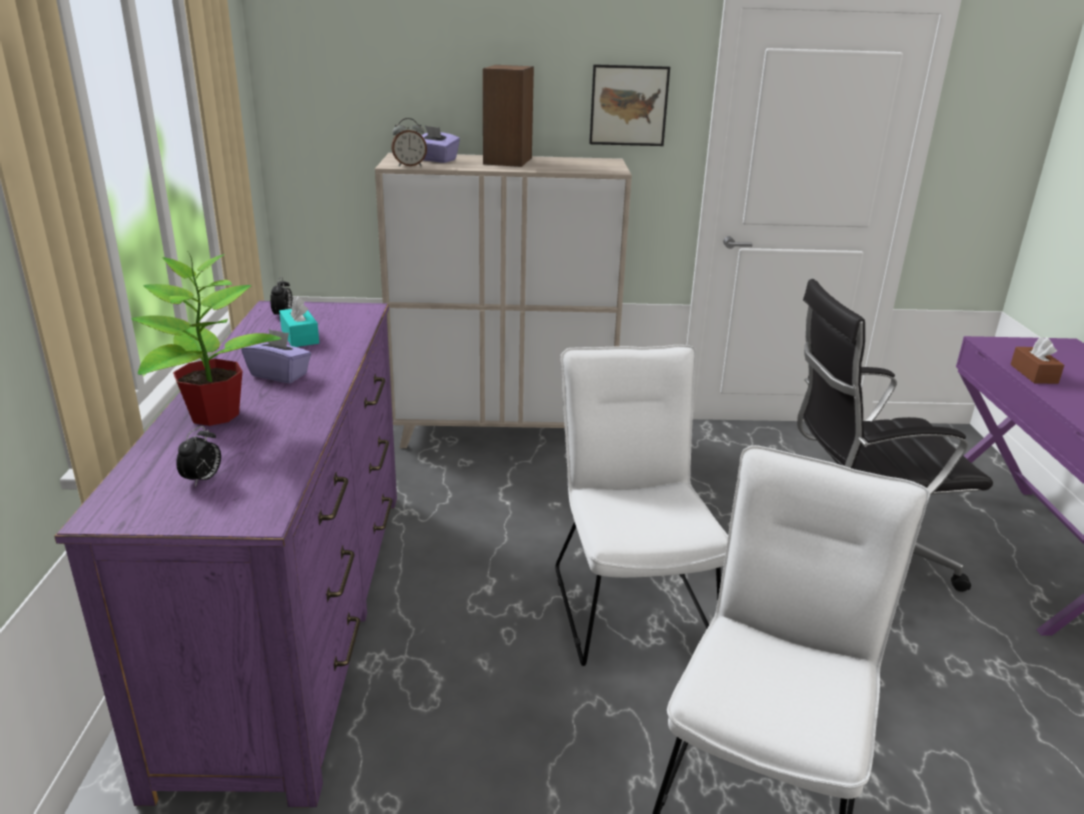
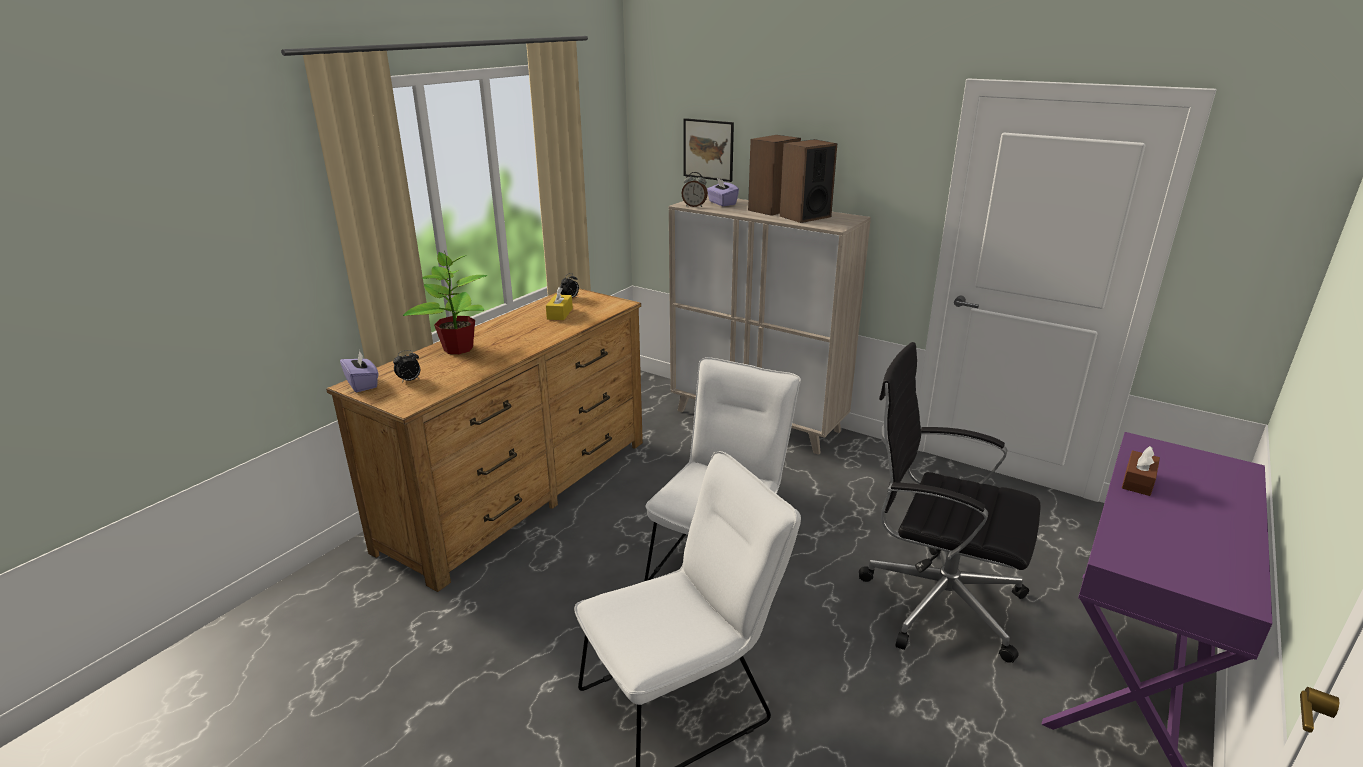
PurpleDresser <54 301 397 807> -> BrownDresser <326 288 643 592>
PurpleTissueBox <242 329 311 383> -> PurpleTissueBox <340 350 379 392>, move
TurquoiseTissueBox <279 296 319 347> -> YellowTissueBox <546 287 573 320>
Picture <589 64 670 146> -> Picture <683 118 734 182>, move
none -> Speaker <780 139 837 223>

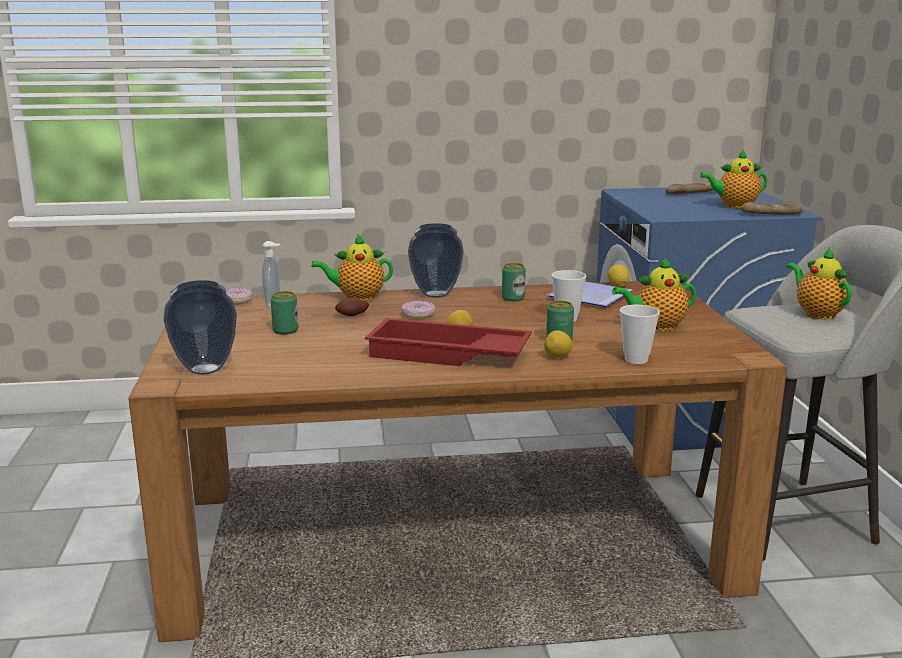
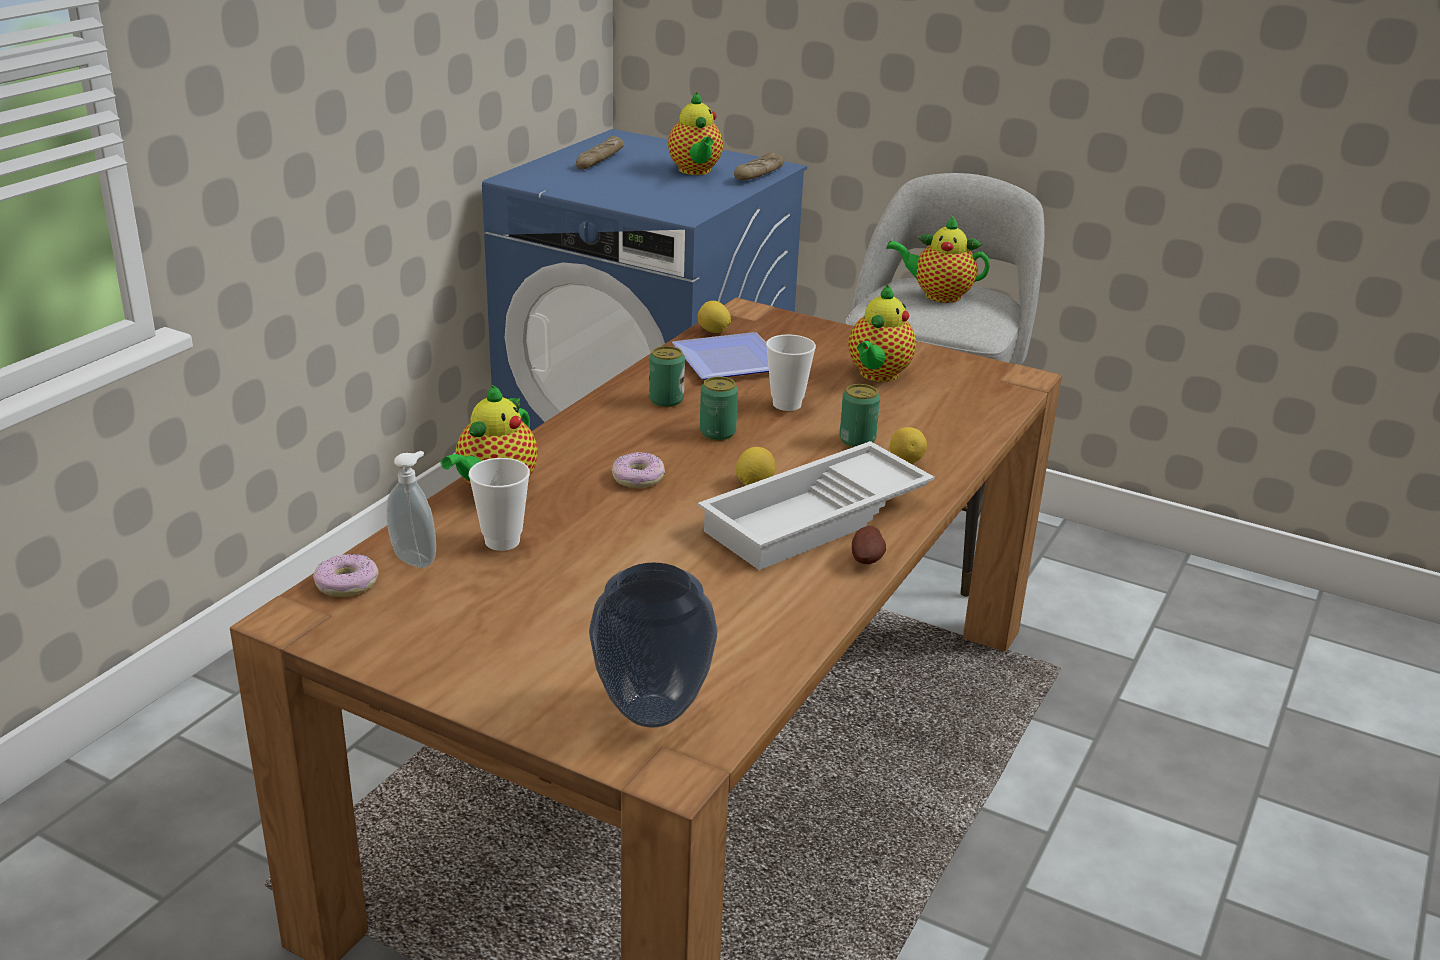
Can <271 291 298 335> -> Can <700 377 738 441>, move
Potato <335 298 369 316> -> Potato <852 526 886 564>, move
RedTray <365 318 532 366> -> WhiteTray <698 441 935 570>
Vase <408 223 464 298> -> none
Cup <620 305 660 364> -> Cup <468 458 530 551>, move
Teapot <699 150 768 209> -> Teapot <668 92 723 175>, 45 degrees counterclockwise

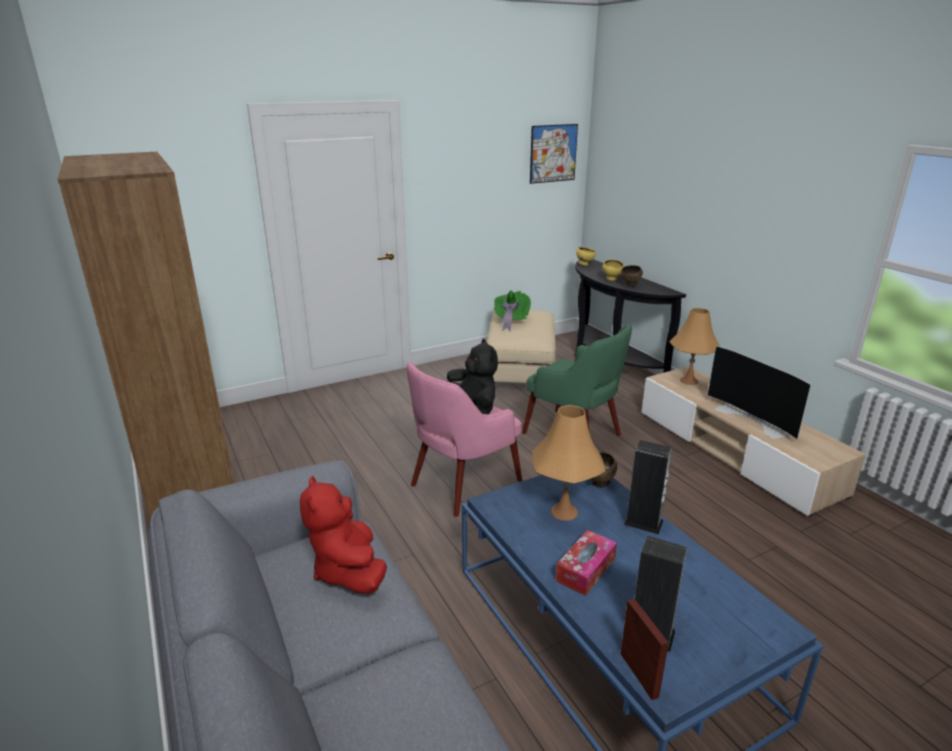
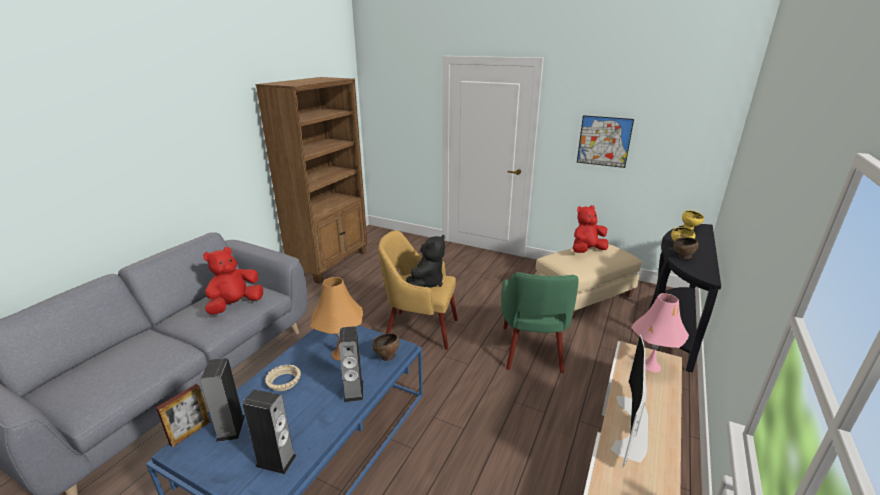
PinkArmchair <406 362 522 517> -> YellowArmchair <378 230 458 350>
GreenHat <494 290 531 331> -> RedPlushToy <573 205 608 253>
Picture <530 124 578 184> -> Picture <577 115 634 168>, move
TissueBox <556 530 617 596> -> BeigeBowl <265 365 301 391>
OrangeTableLamp <669 308 720 385> -> PinkTableLamp <631 293 689 372>
none -> Speaker <243 389 297 474>

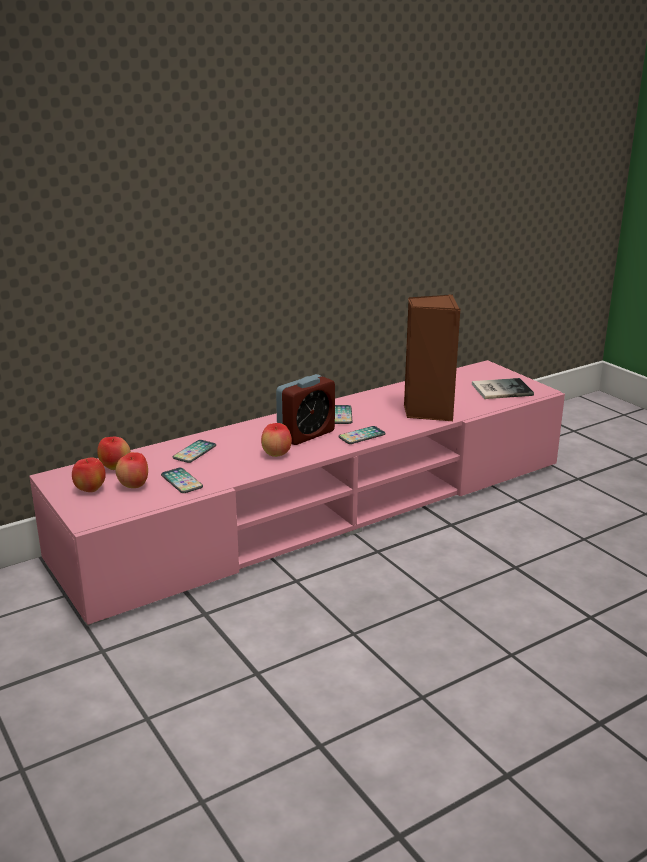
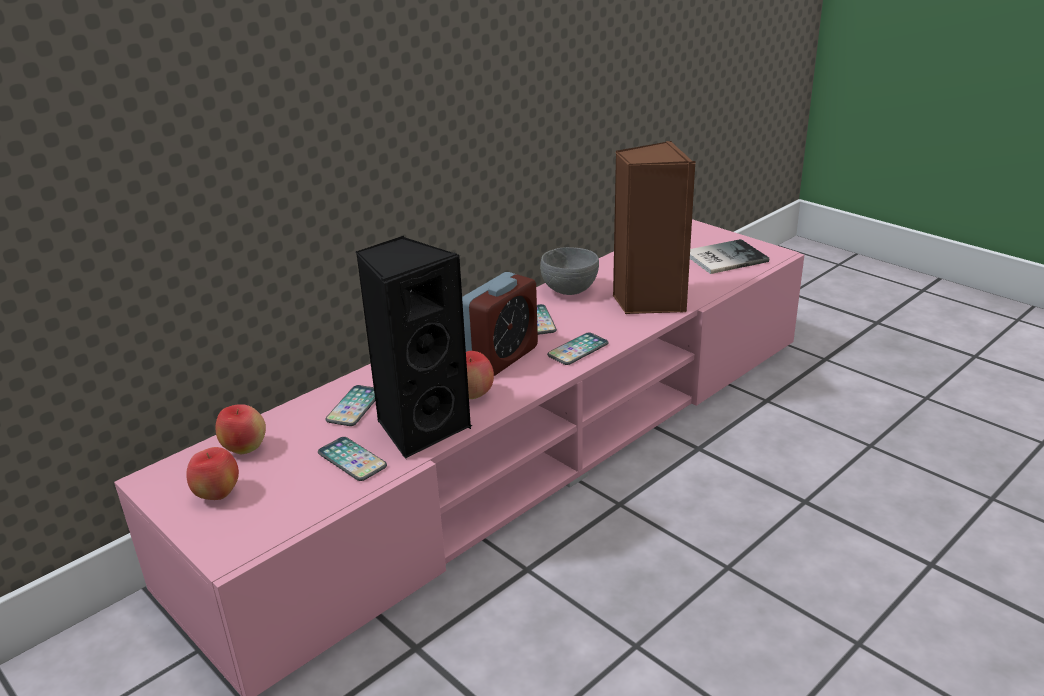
Apple <116 452 148 488> -> none
none -> BlackSpeaker <355 236 473 458>
none -> GreyBowl <540 247 599 295>

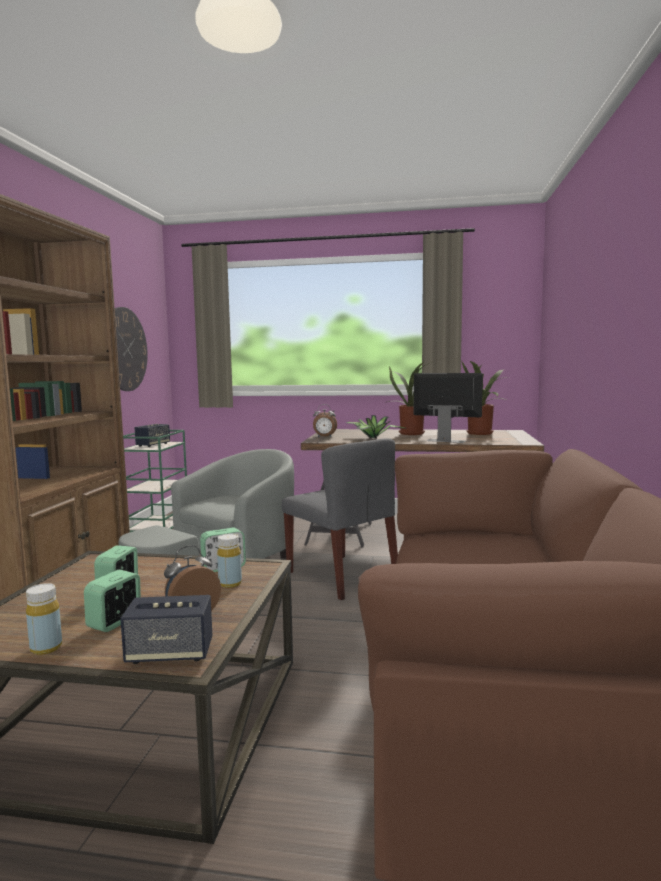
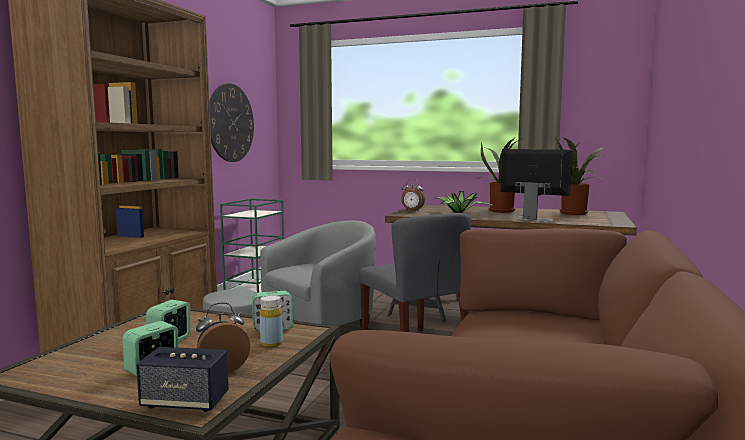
YellowBottle <26 583 62 655> -> none
Speaker <134 424 170 447> -> none

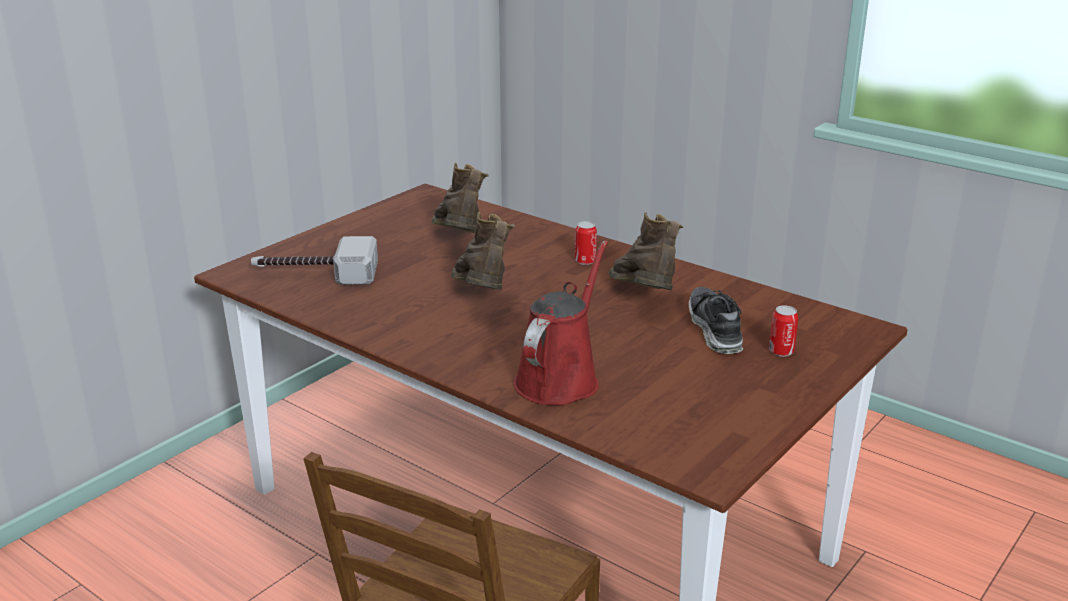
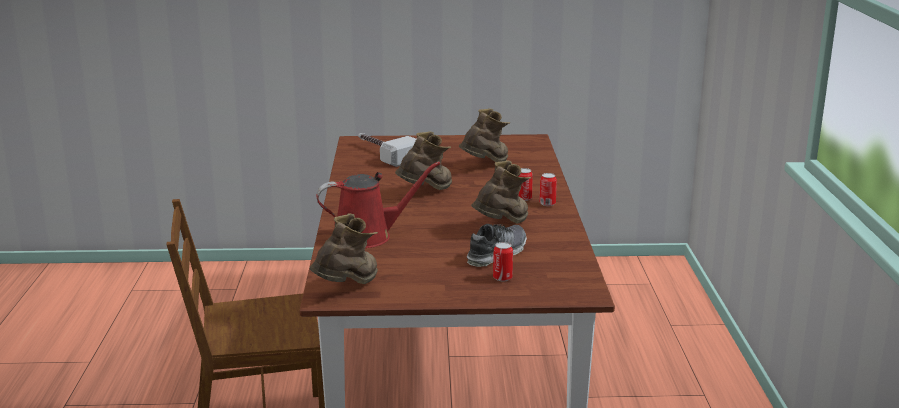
none -> BrownBoot <309 213 378 284>
none -> Can <539 173 557 206>

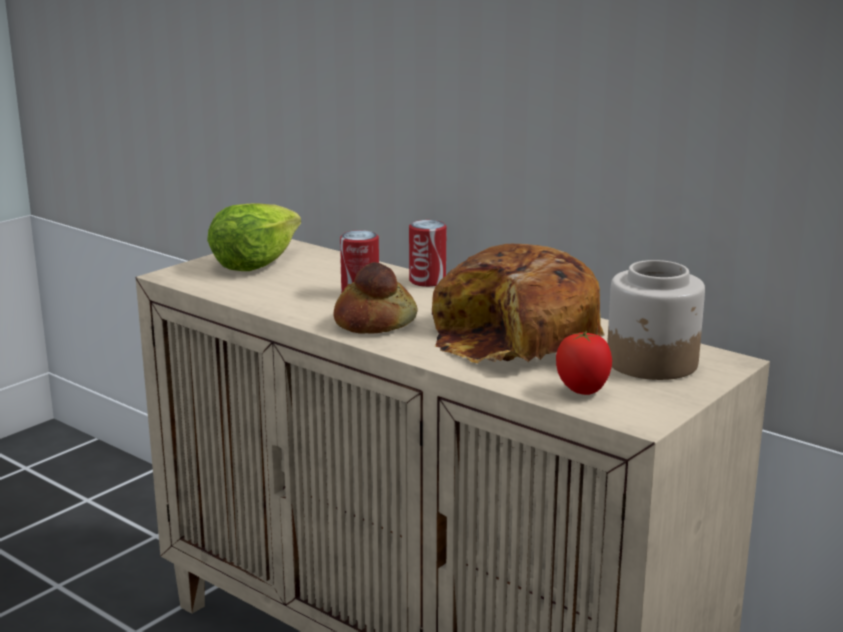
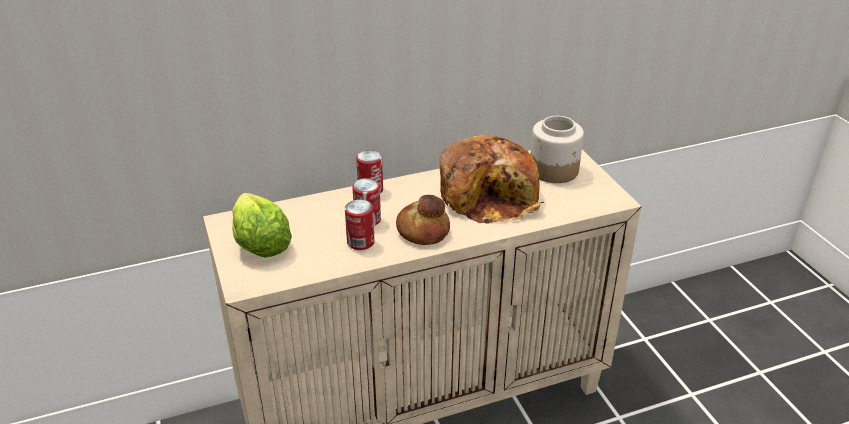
Tomato <556 331 612 395> -> none
none -> Can <345 199 375 250>

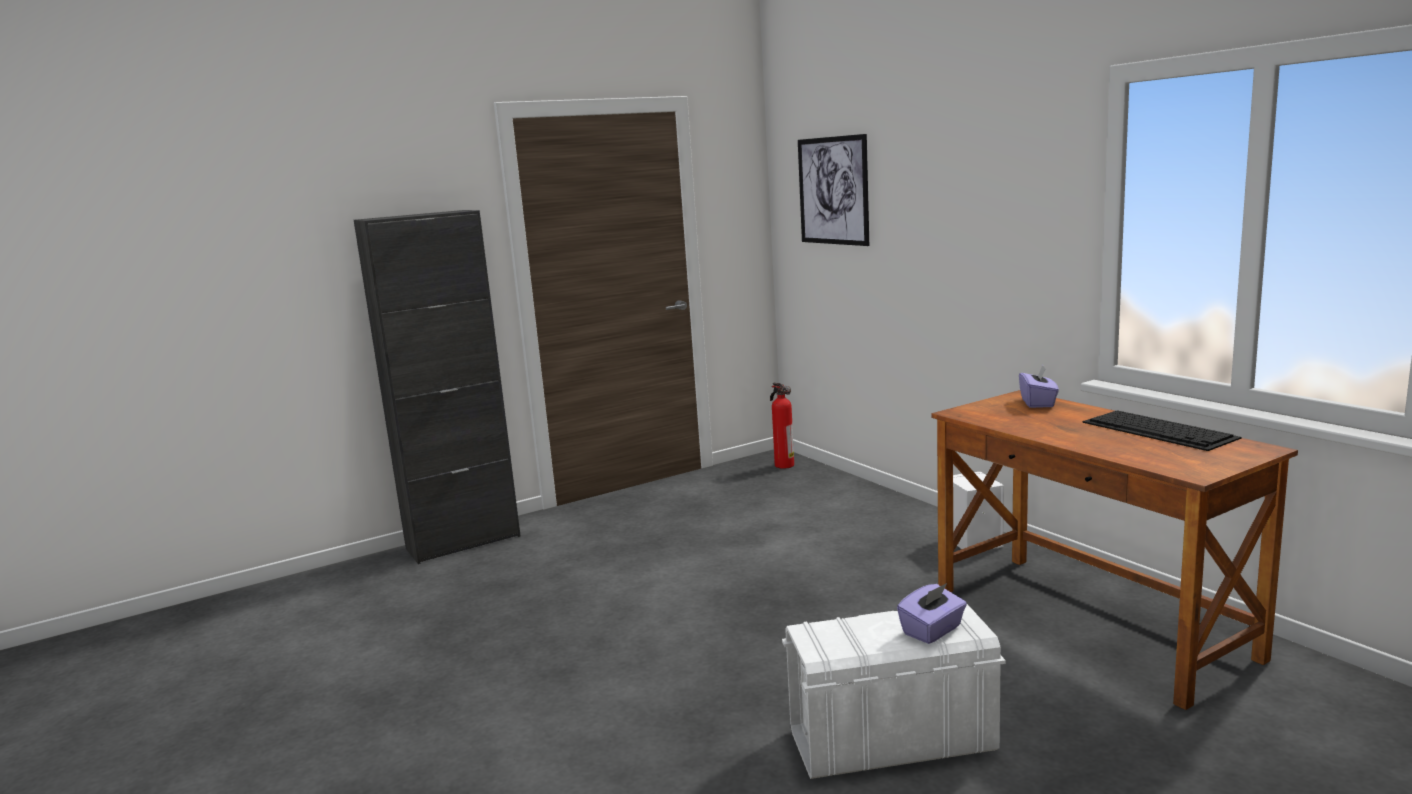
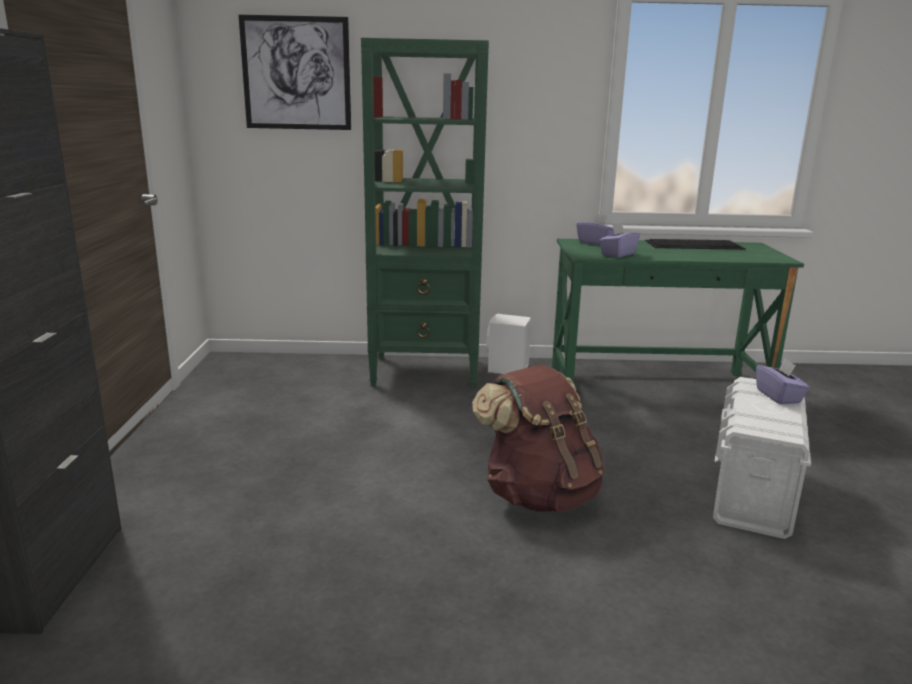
FireExtinguisher <770 382 794 469> -> none
BrownDesk <931 390 1298 710> -> GreenDesk <552 239 804 383>
none -> GreenBookcase <361 38 489 388>
none -> BrownBackpack <472 364 605 512>
none -> PurpleTissueBox <599 223 640 258>

